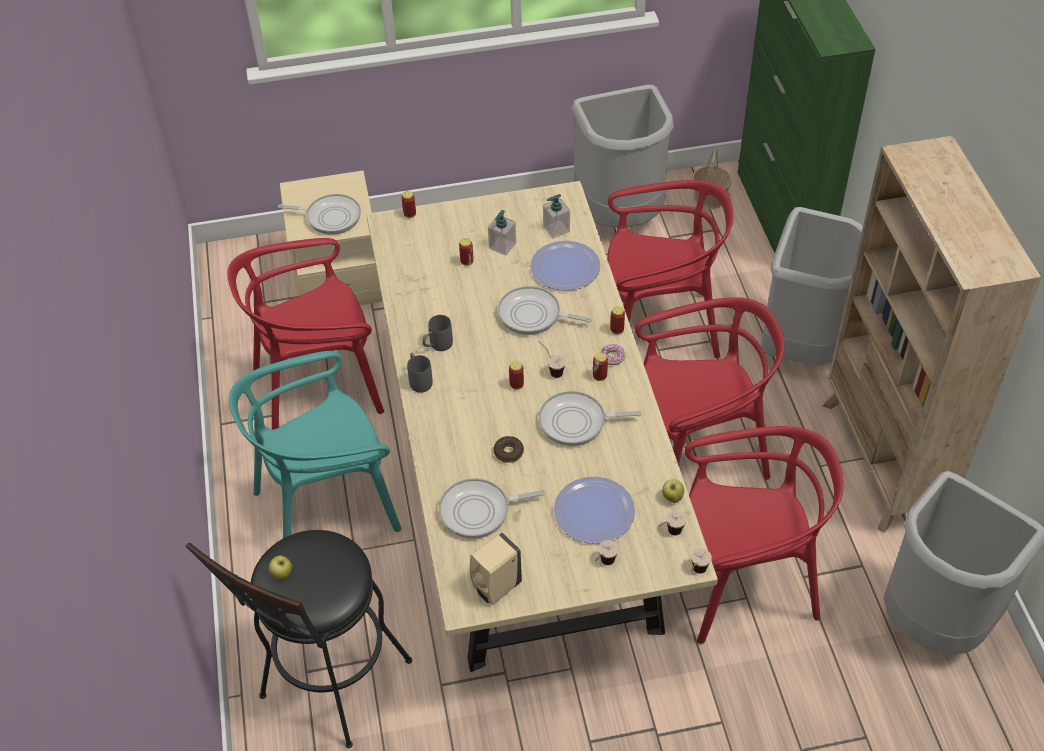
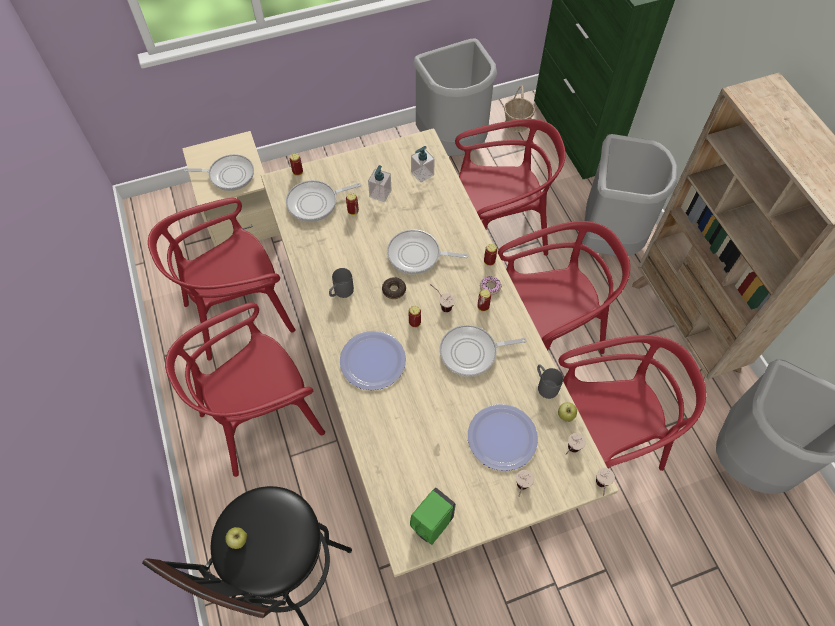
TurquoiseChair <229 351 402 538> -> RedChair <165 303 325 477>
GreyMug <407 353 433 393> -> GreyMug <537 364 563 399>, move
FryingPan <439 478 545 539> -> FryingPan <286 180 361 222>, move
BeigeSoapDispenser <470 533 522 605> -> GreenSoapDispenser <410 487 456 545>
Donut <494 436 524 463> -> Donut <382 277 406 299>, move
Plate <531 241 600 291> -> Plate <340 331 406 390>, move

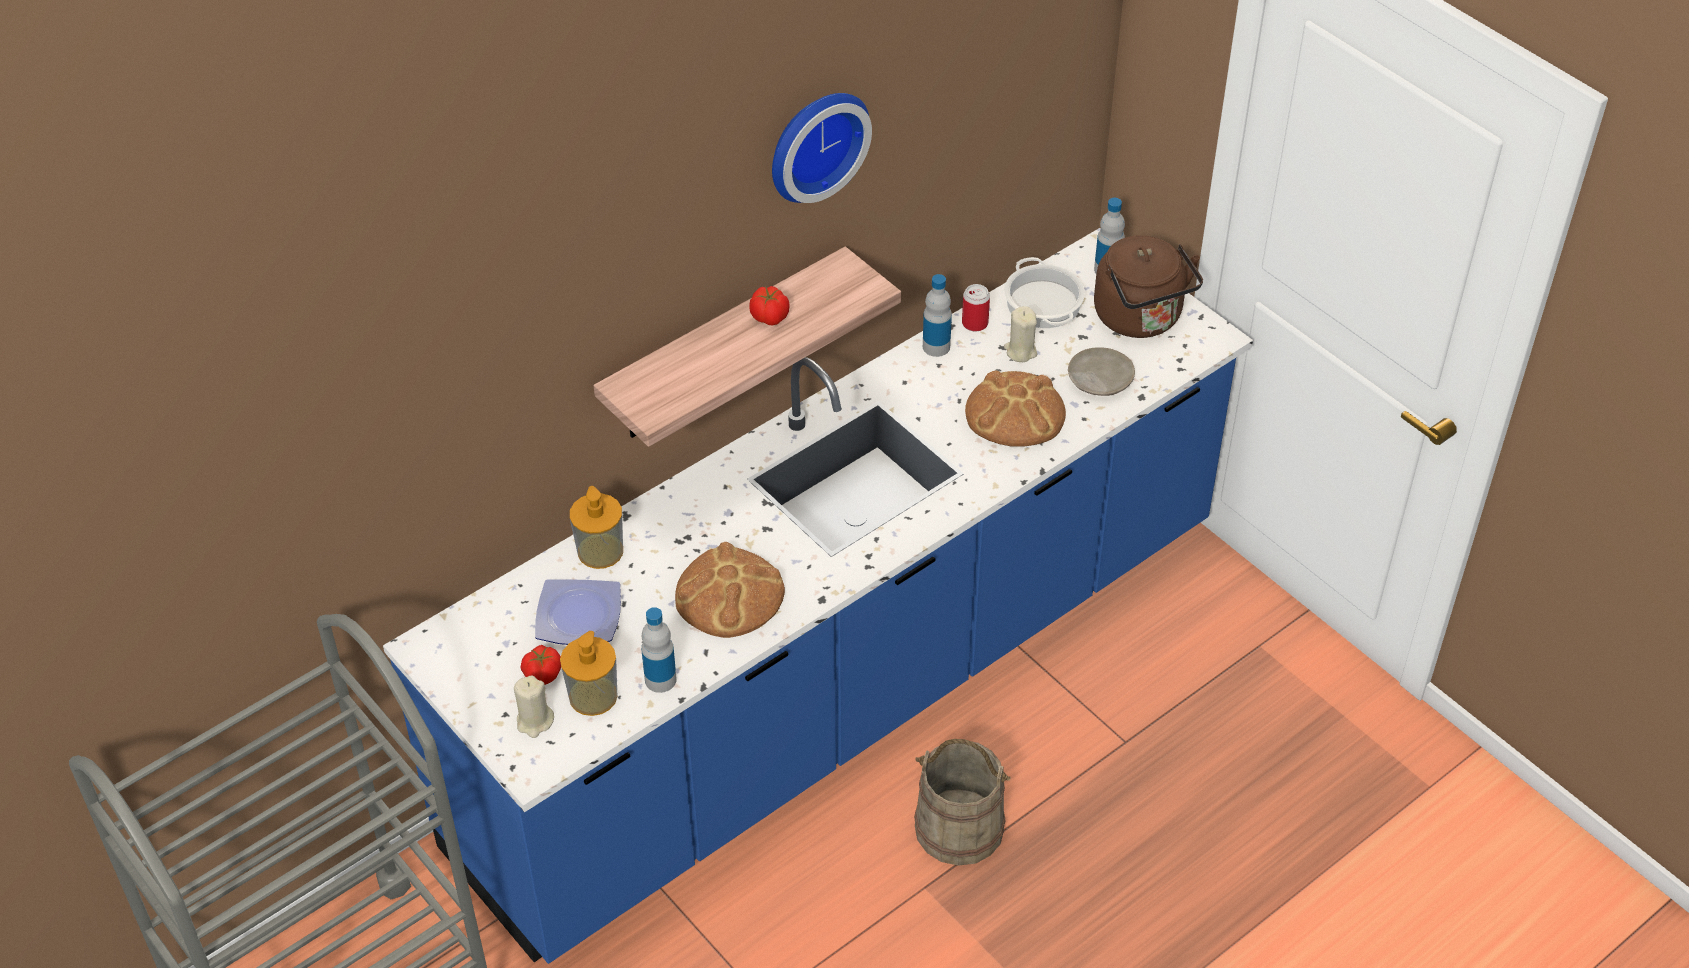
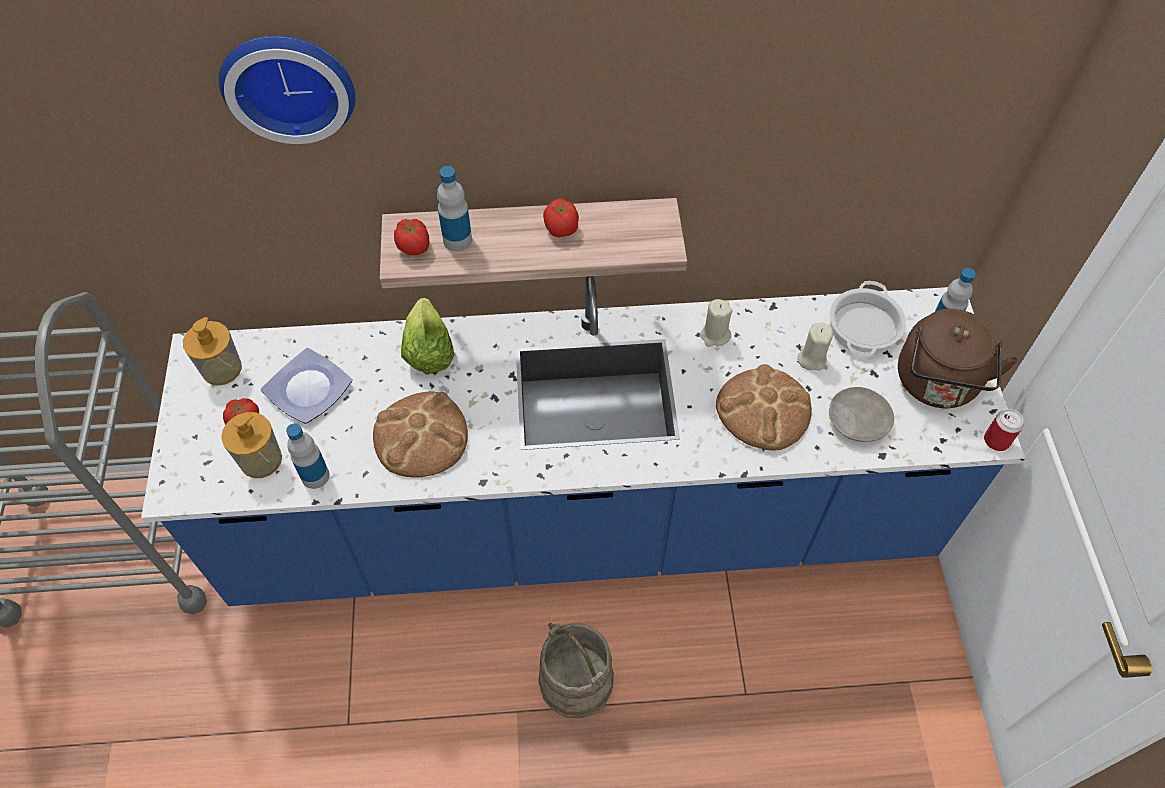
BeigeCandle <514 675 554 738> -> BeigeCandle <700 299 733 347>, move
SoapDispenser <570 486 623 569> -> SoapDispenser <183 317 242 386>, move
WallClock <772 93 872 203> -> WallClock <219 36 356 144>, move
Bottle <923 274 952 357> -> Bottle <437 166 472 252>, move
Can <962 284 990 332> -> Can <984 409 1024 451>, move
none -> Tomato <394 219 429 256>
none -> Lettuce <401 298 454 374>

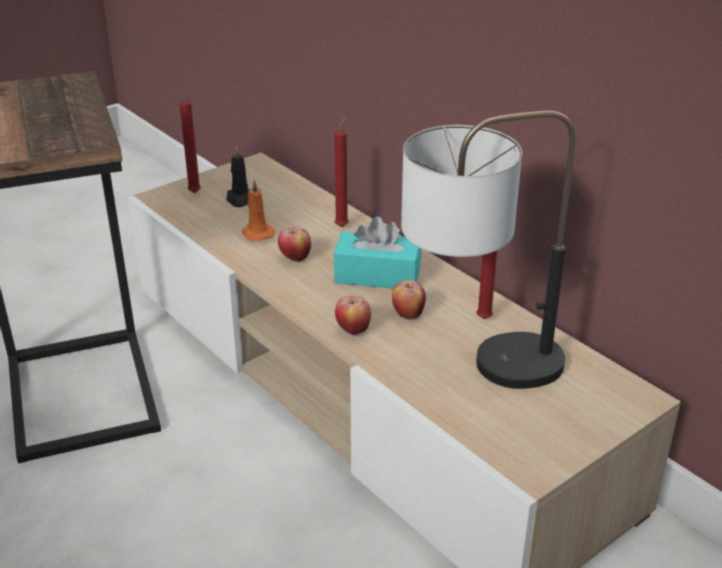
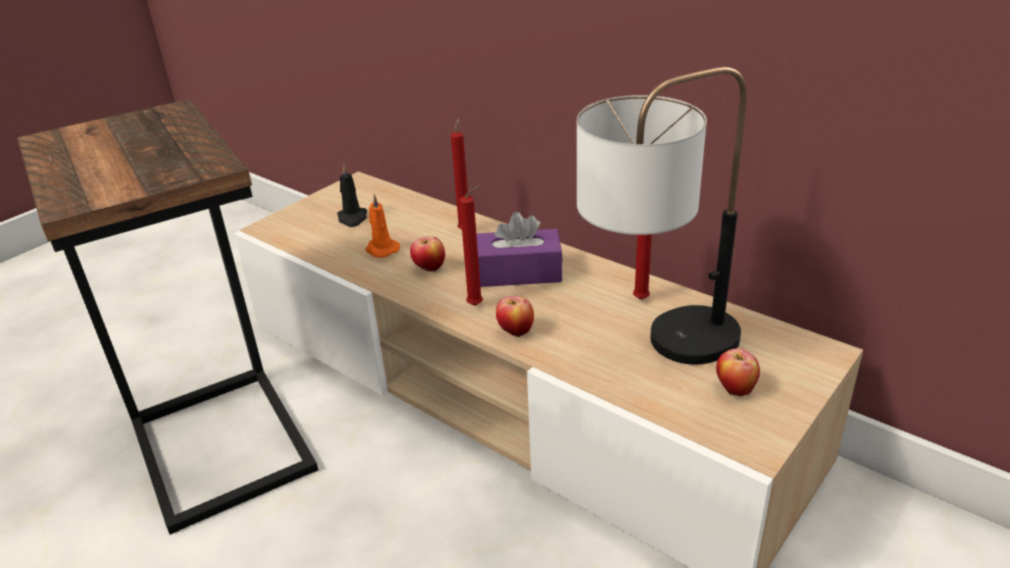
RedCandle <179 93 201 193> -> RedCandle <459 185 483 306>, move
TurquoiseTissueBox <334 216 422 289> -> PurpleTissueBox <476 212 563 287>
Apple <392 280 426 319> -> Apple <716 348 760 396>, move

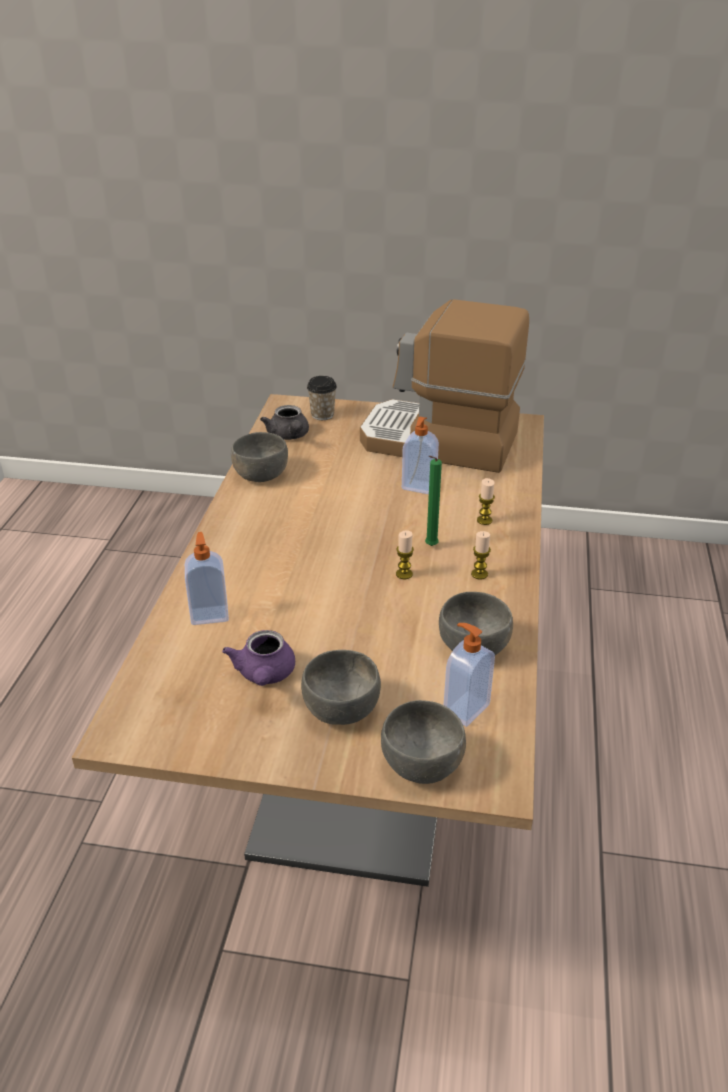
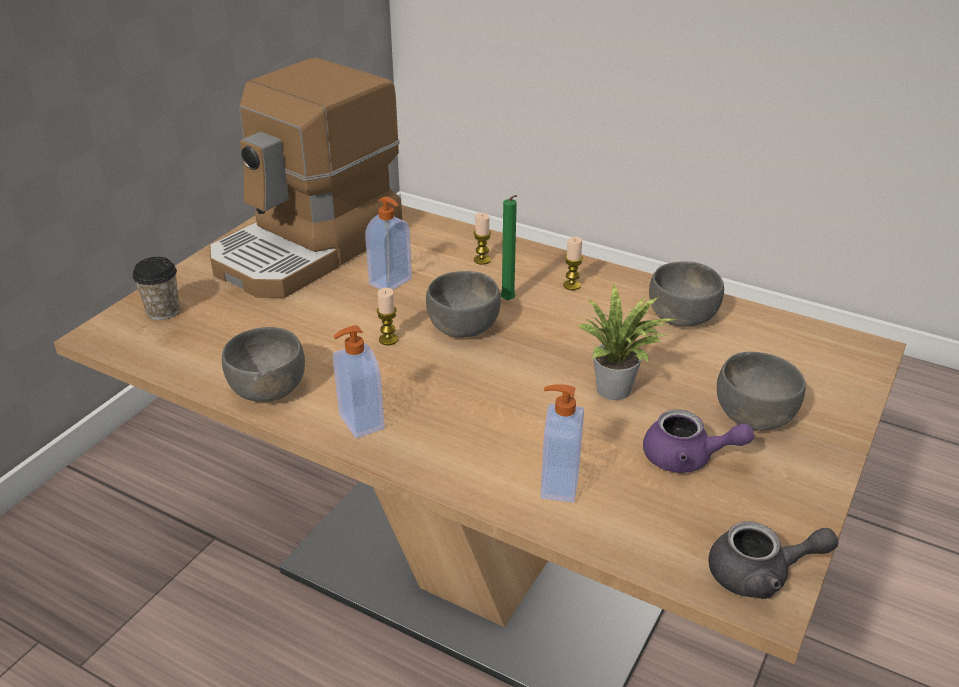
GreyTeapot <260 405 309 440> -> GreyTeapot <708 521 839 599>, move
GreyBowl <381 700 466 784> -> GreyBowl <426 271 501 337>, move
Candle <396 530 414 579> -> Candle <377 288 398 345>, move
SoapDispenser <444 623 495 727> -> SoapDispenser <333 326 385 438>, move
none -> PottedPlant <578 283 677 400>

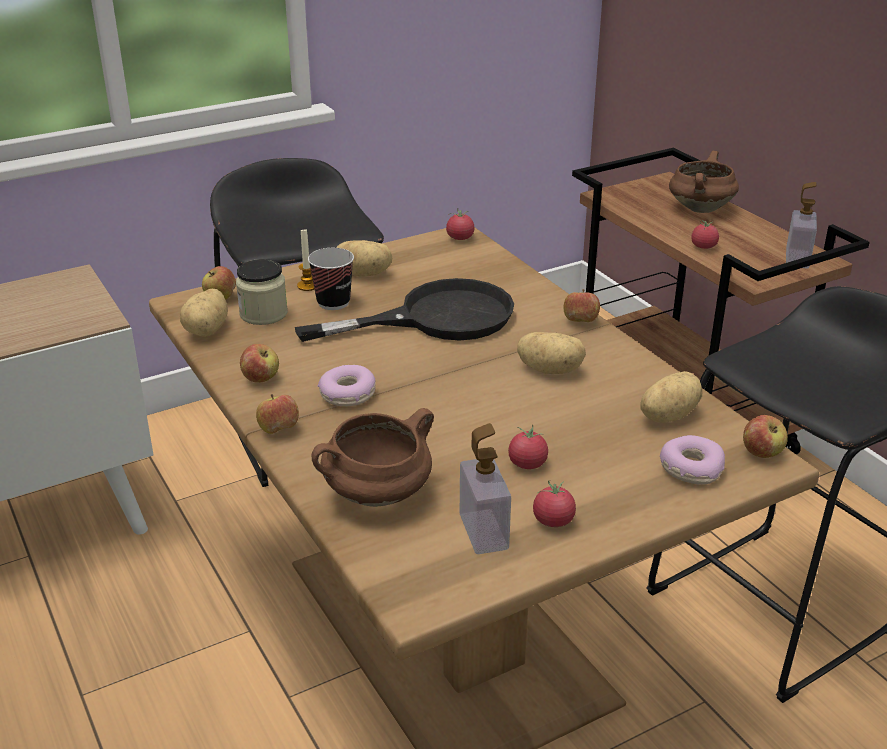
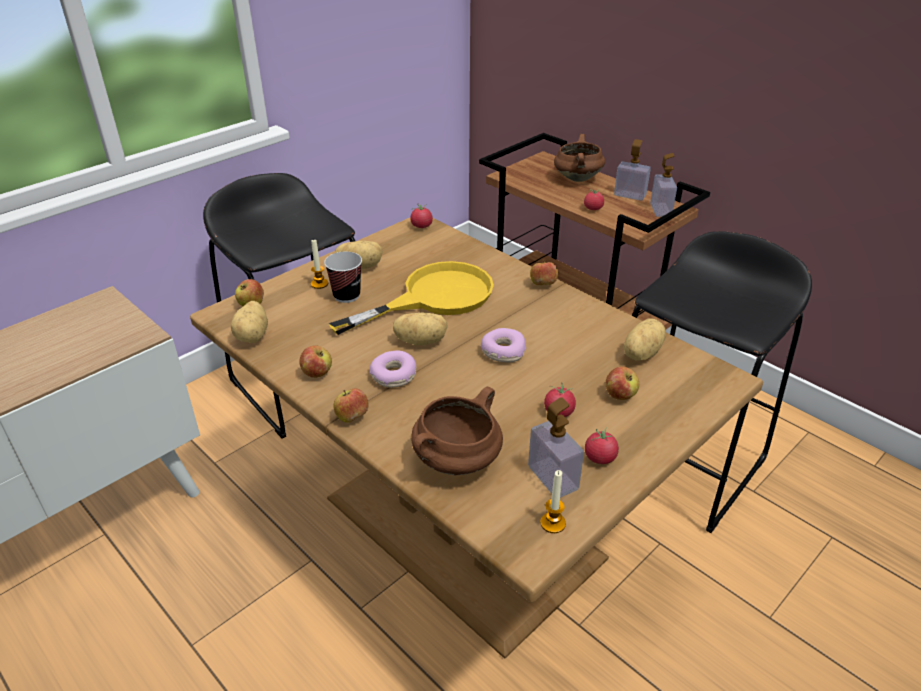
Jar <236 259 288 325> -> none
BlackFryingPan <295 278 514 342> -> YellowFryingPan <328 261 494 335>
Potato <517 332 586 374> -> Potato <393 312 448 345>, move
Donut <660 435 725 485> -> Donut <481 328 526 362>, move
Apple <743 415 788 458> -> Apple <606 367 639 400>, move
none -> Candle <540 470 566 533>
none -> SoapDispenser <614 139 651 201>

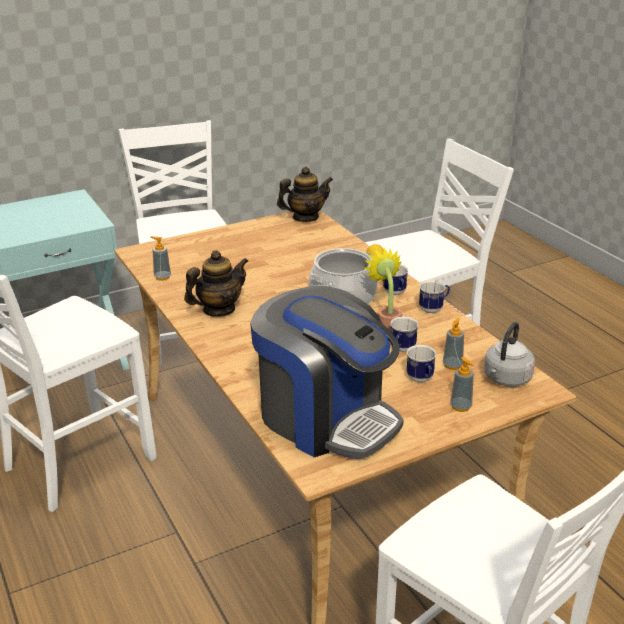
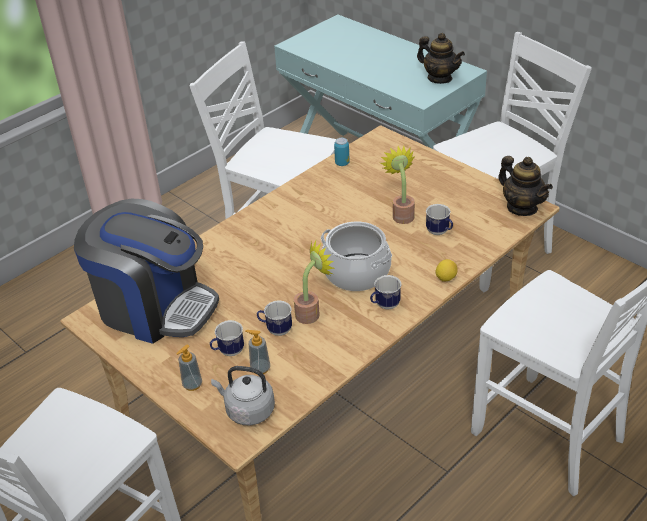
SoapDispenser <150 236 171 281> -> Can <334 138 350 166>
Teapot <184 250 248 317> -> Teapot <417 33 465 84>, move
CoffeeMachine <250 286 404 459> -> CoffeeMachine <74 199 219 344>, 90 degrees counterclockwise
Mug <419 281 450 313> -> Mug <426 204 453 235>, move
none -> PottedPlant <380 145 415 224>

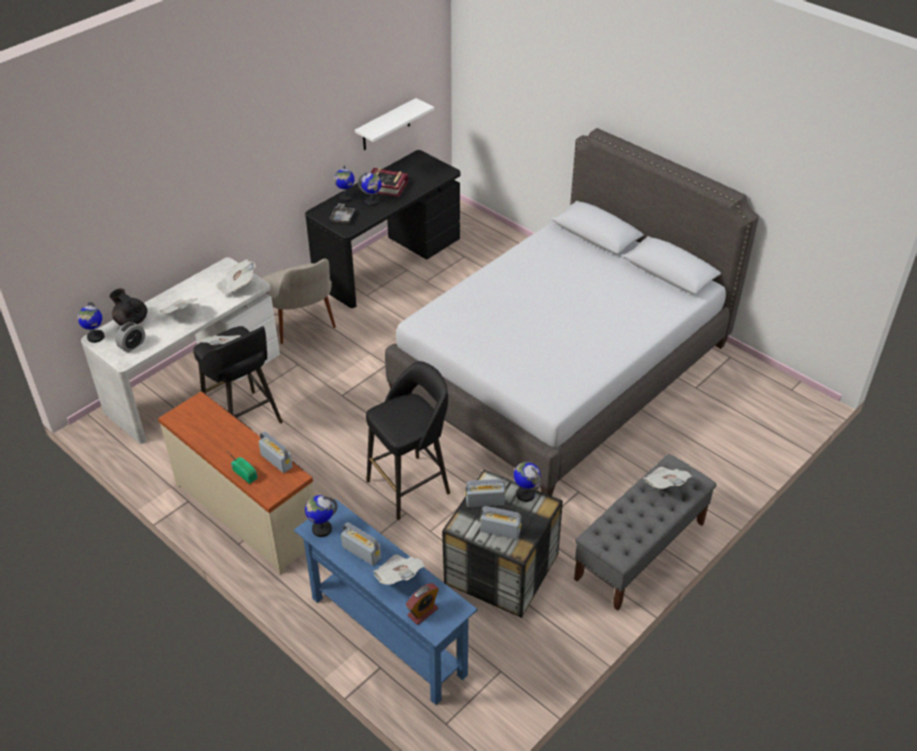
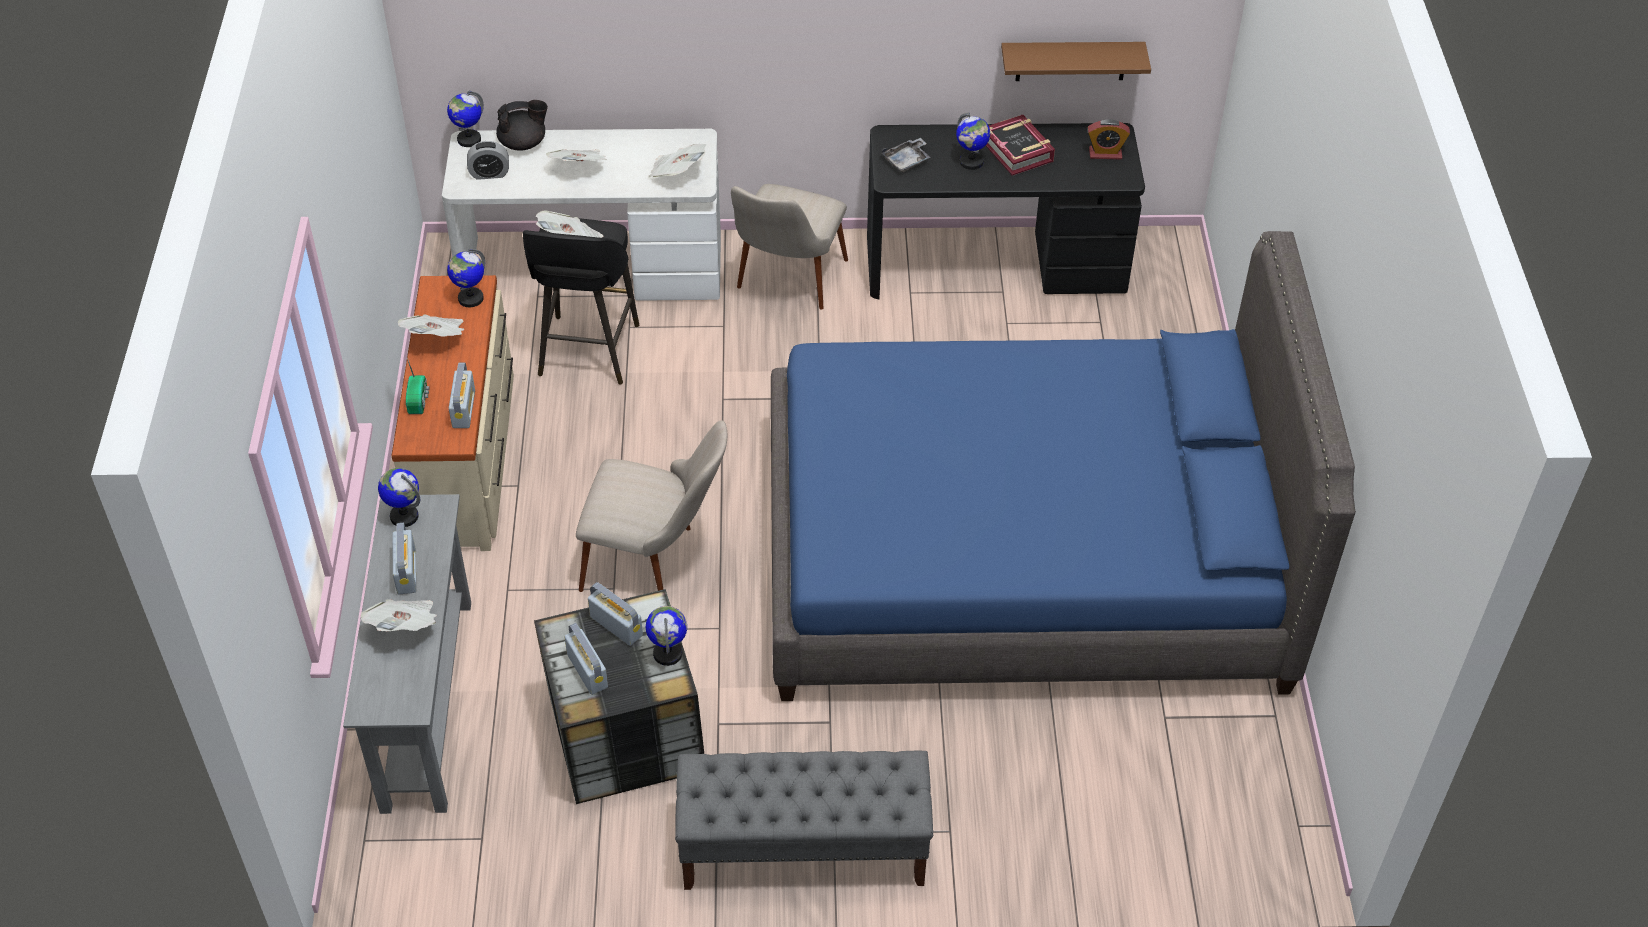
BlackTeapot <109 288 147 326> -> BlackTeapot <496 100 548 151>, 75 degrees clockwise
BlueConsoleTable <294 499 477 705> -> GreyConsoleTable <343 494 471 814>
Globe <334 165 354 202> -> Globe <447 249 485 307>, move
WhiteShelf <355 98 434 150> -> BrownShelf <1001 42 1151 81>
BlackStool <366 361 450 520> -> BeigeChair <576 420 727 592>
GreyBed <385 128 759 496> -> BlueBed <771 231 1356 701>
AlarmClock <406 583 439 625> -> AlarmClock <1087 119 1130 159>, move
Newspaper <643 467 692 489> -> Newspaper <398 314 464 337>, move

